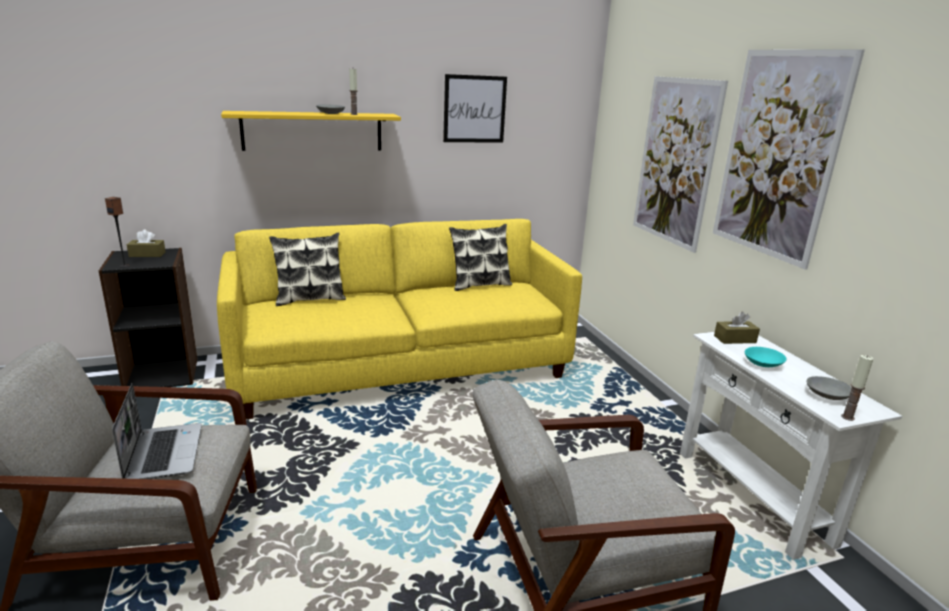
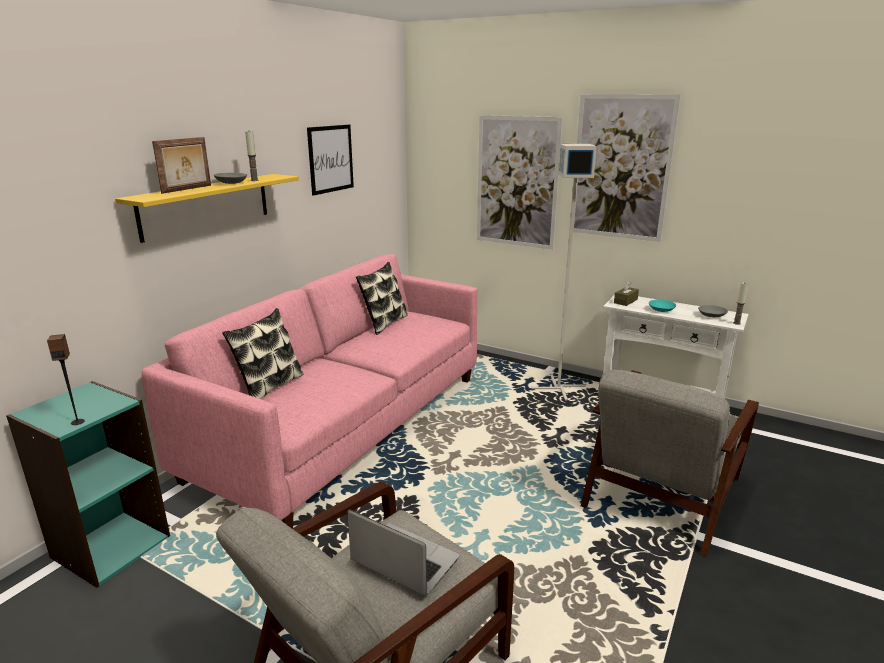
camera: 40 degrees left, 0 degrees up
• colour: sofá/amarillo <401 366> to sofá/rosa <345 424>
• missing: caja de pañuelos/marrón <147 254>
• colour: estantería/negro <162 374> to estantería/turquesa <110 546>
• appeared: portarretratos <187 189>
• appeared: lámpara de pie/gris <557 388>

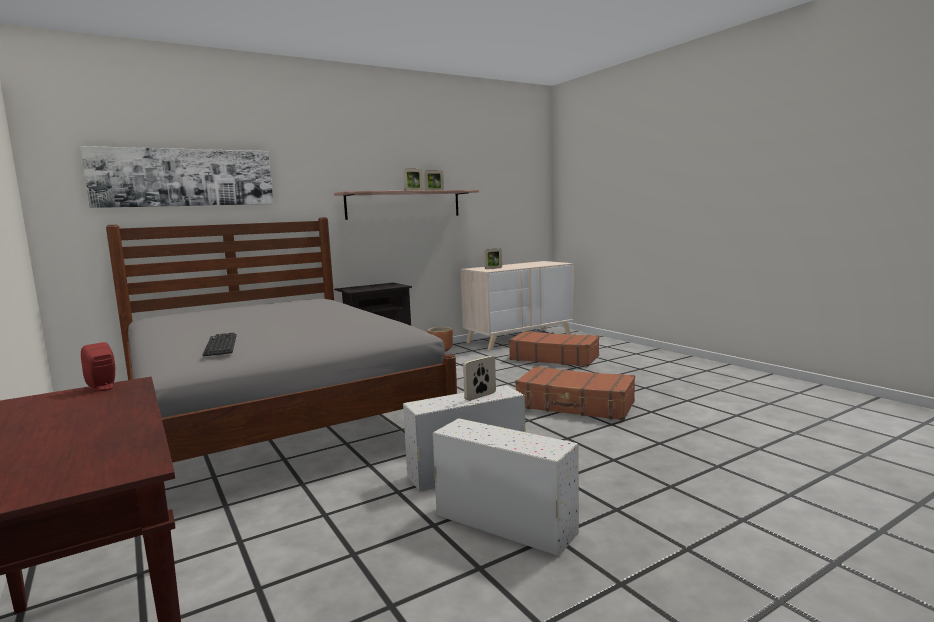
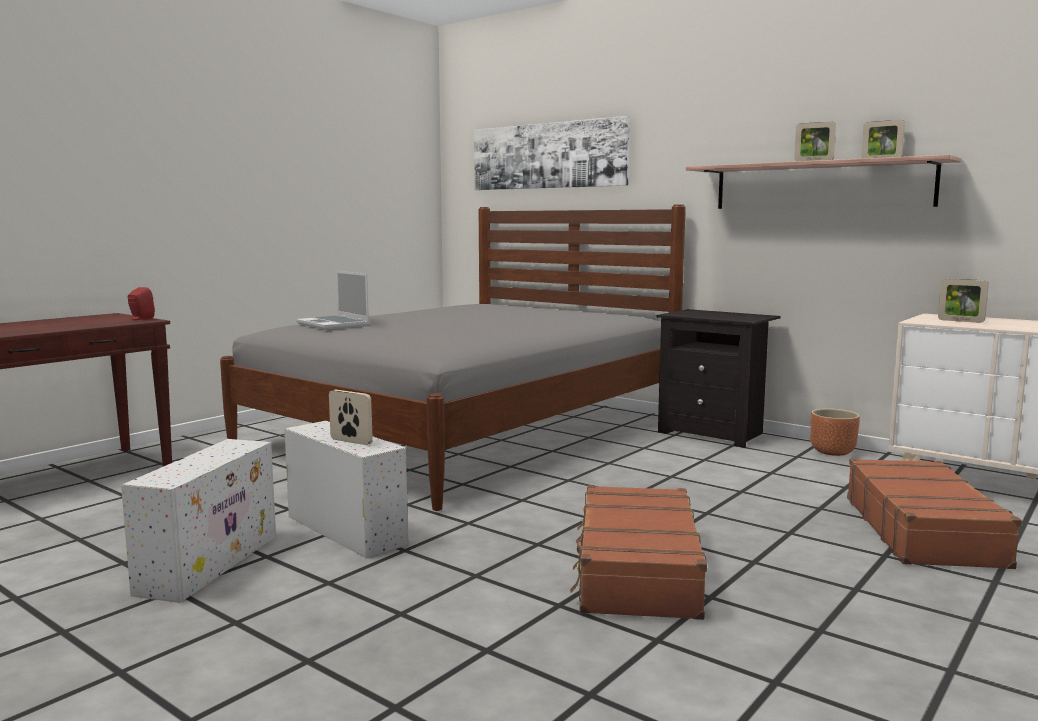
camera: 70 degrees right, 0 degrees up
• exchanged: teclado <221 345> to portátil <334 324>

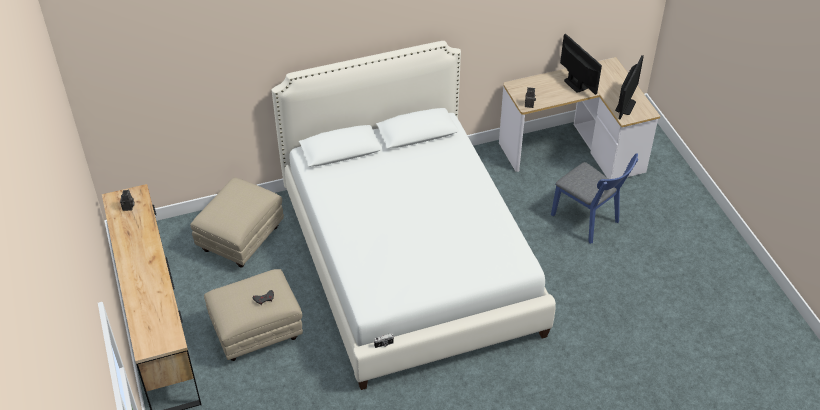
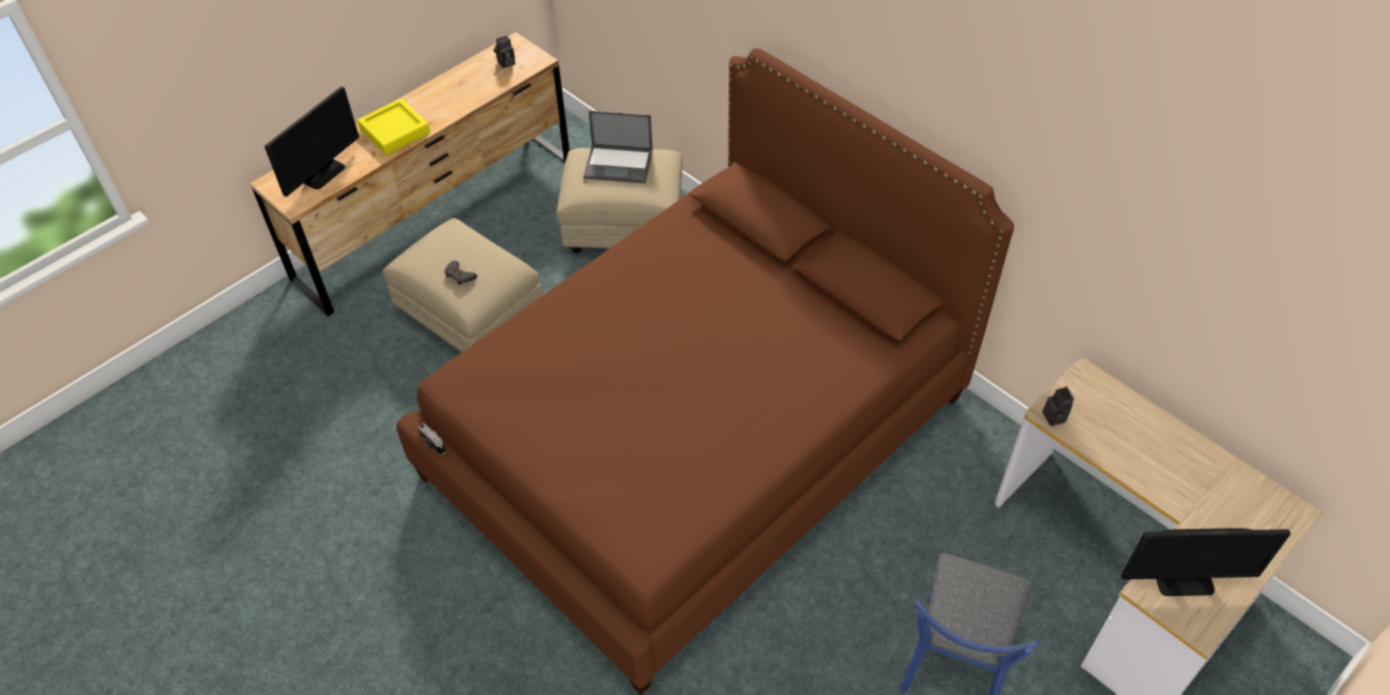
camera: 65 degrees right, 5 degrees up
• relocated: monitor <576 84> to <322 173>
• colour: cama/blanco <410 261> to cama/marrón <697 435>
• appeared: bandeja/amarillo <395 131>
• appeared: portátil <619 164>

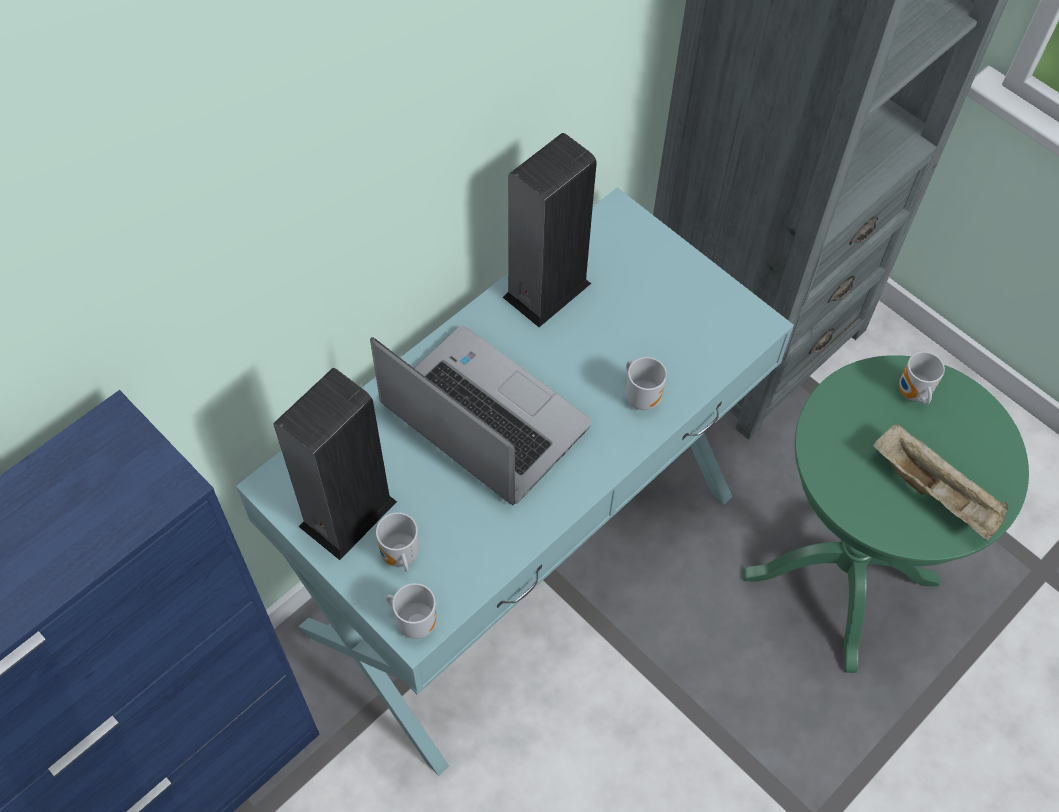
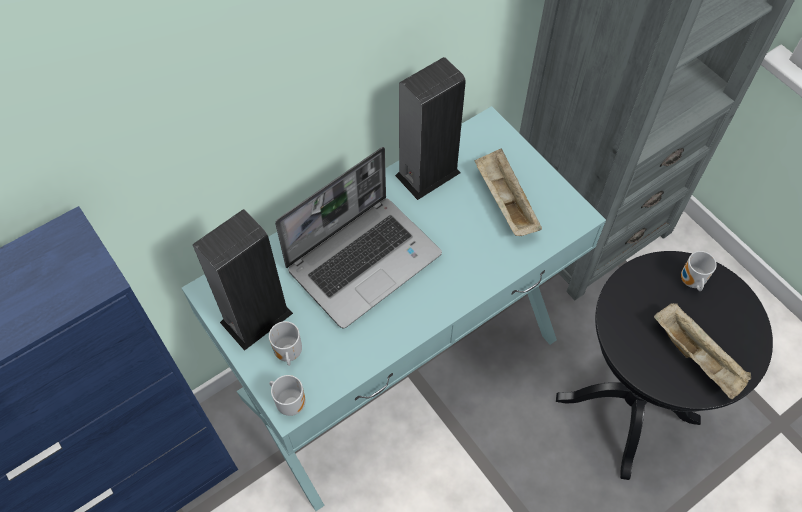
camera: 10 degrees right, 0 degrees up
• spun: portátil <481 417> = <364 259> 90 degrees clockwise
• colour: mesa auxiliar/verde <840 578> to mesa auxiliar/negro <627 409>
• missing: taza grande <642 396>
• appeared: bandeja/beis <504 202>

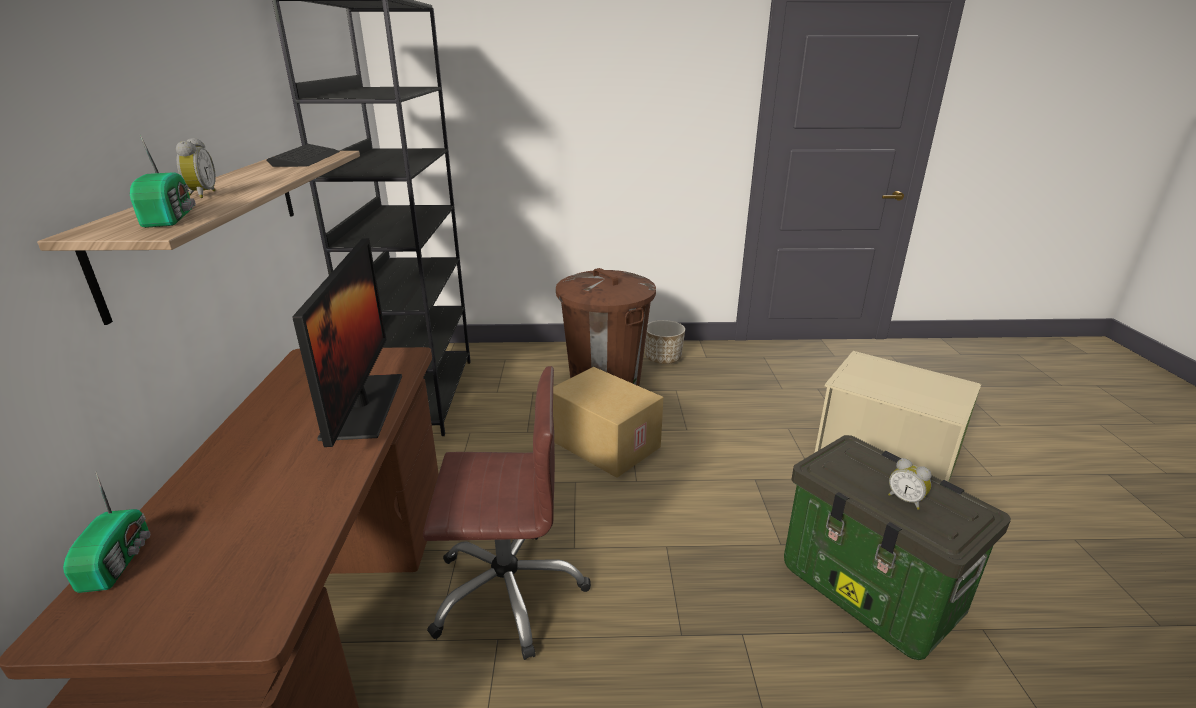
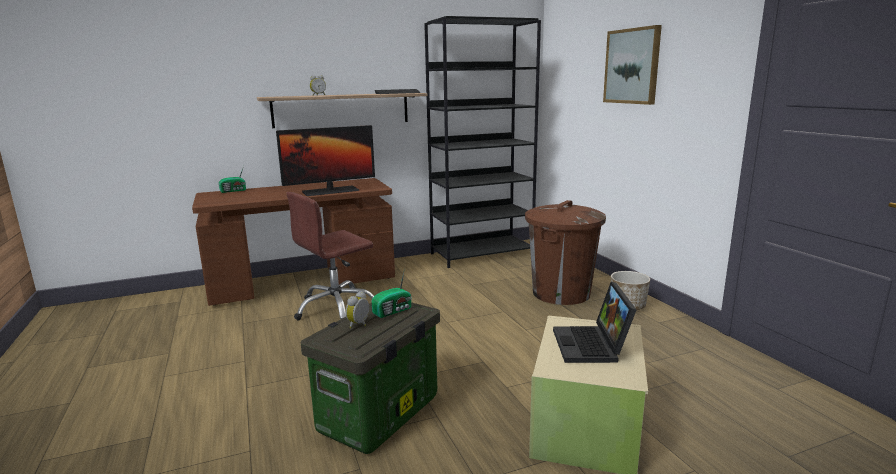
camera: 70 degrees right, 10 degrees down
• relocated: radio <171 217> to <393 311>
• spun: silla de oficina/marrón <508 591> = <336 308> 75 degrees clockwise
• missing: caja de cartón <602 443>
• appeared: cuadro <632 66>
• appeared: portátil <592 346>

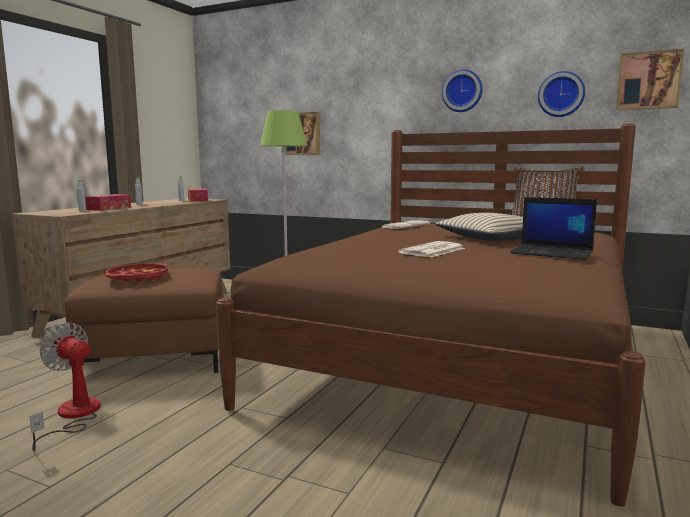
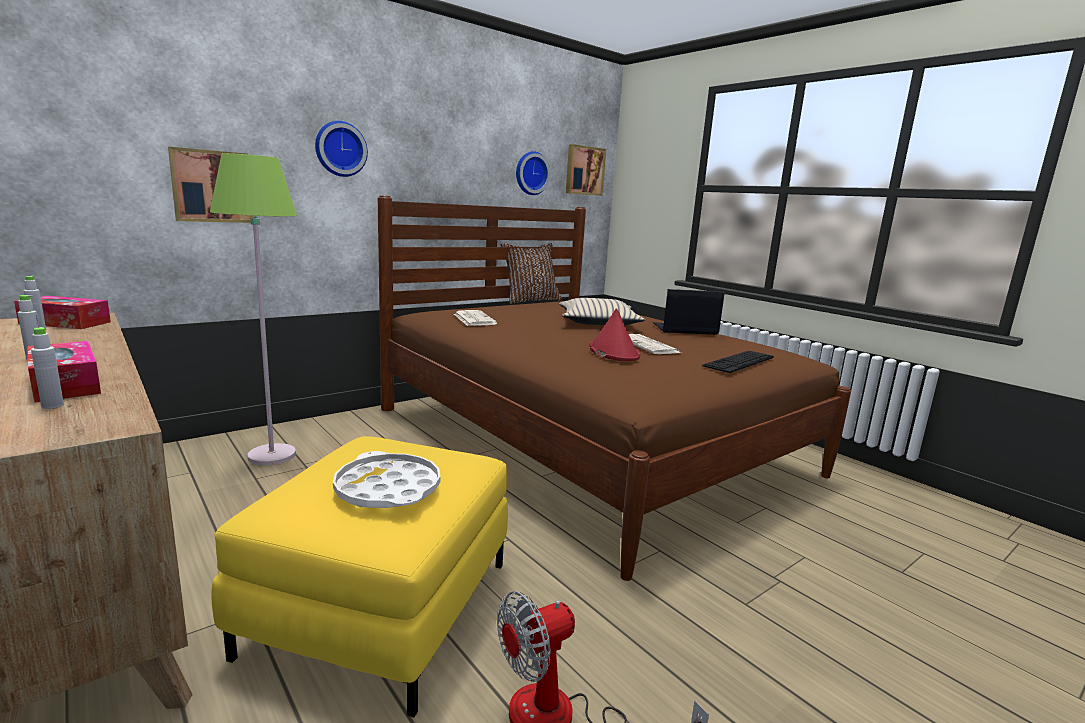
camera: 65 degrees left, 5 degrees up
• relocated: reloj de pared <462 91> to <340 149>
• spun: portátil <553 253> = <684 329> 150 degrees counterclockwise
• colour: bandeja/rojo <137 278> to bandeja/blanco <387 489>
• colour: puf/marrón <156 356> to puf/amarillo <382 606>
• appeared: sombrero/rojo <613 352>
• appeared: teclado <739 361>

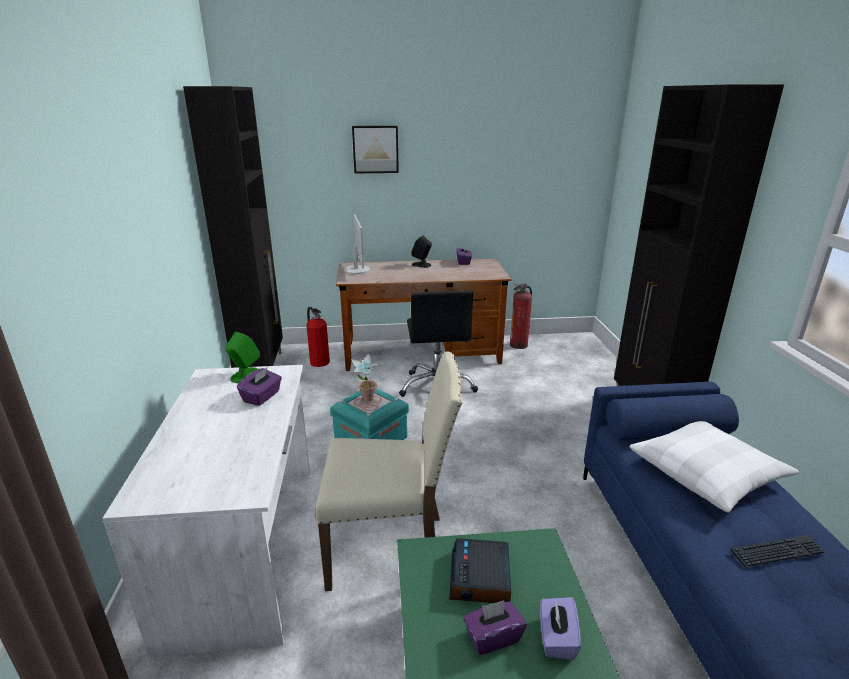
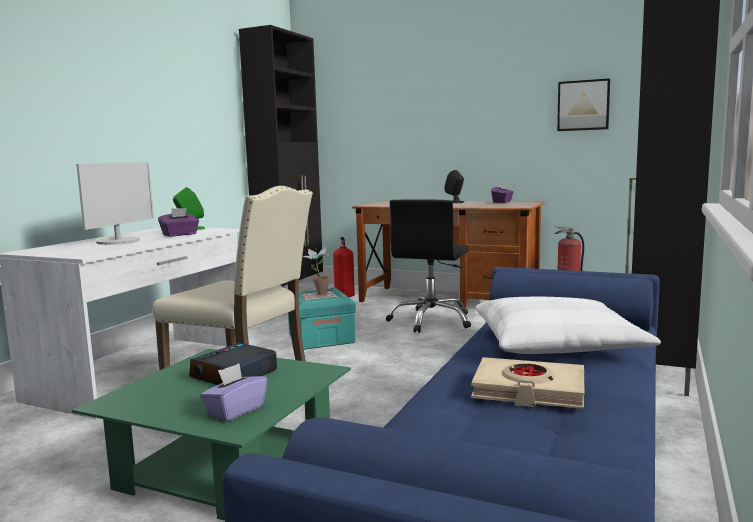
camera: 30 degrees right, 15 degrees down
• relocated: cuadro <375 149> to <583 105>
• relocated: monitor <357 270> to <119 241>
• exchanged: teclado <777 552> to libro/beis <528 390>
• missing: caja de pañuelos/morado <493 637>

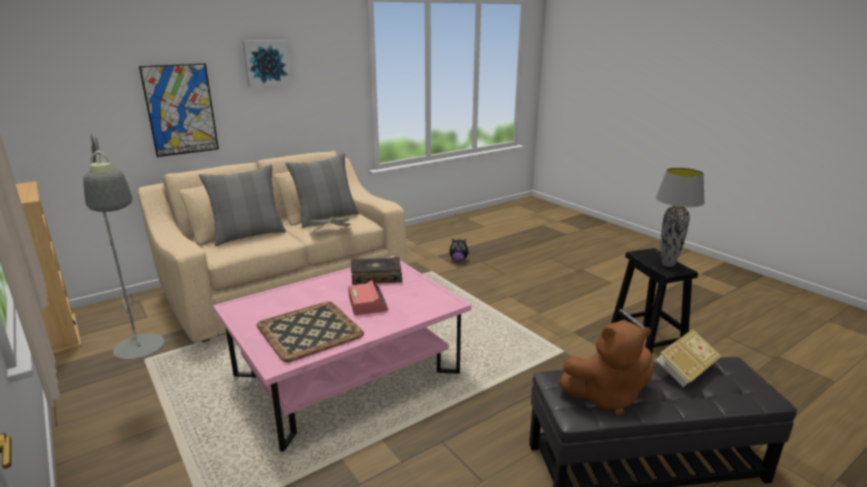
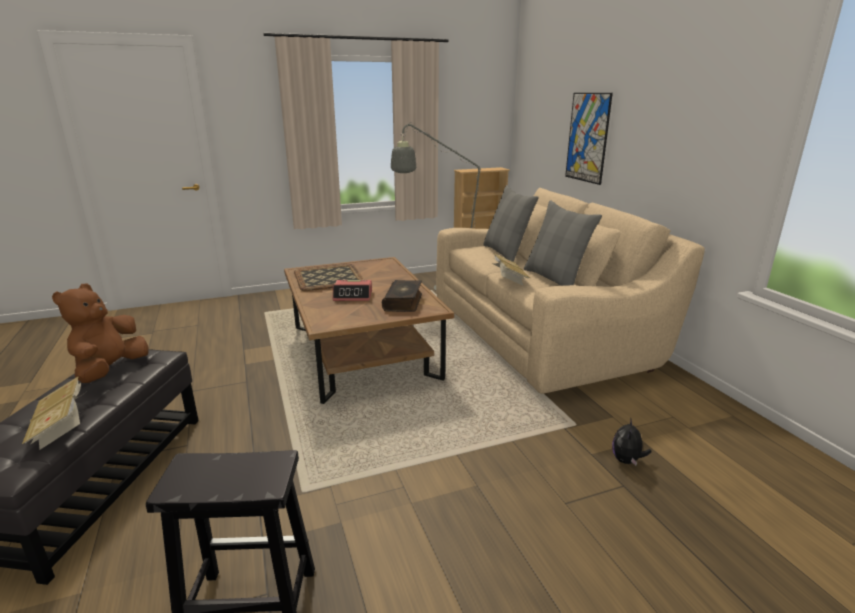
camera: 105 degrees right, 0 degrees up
• missing: cuadro <266 63>
• missing: lámpara de mesa/gris <668 265>
• colour: mesa de centro/rosa <347 374> to mesa de centro/marrón <363 352>

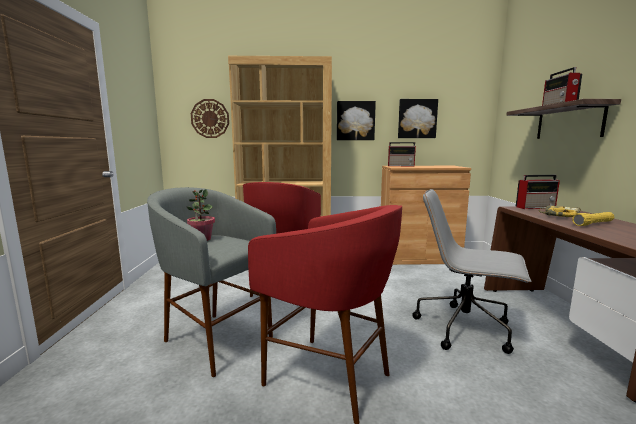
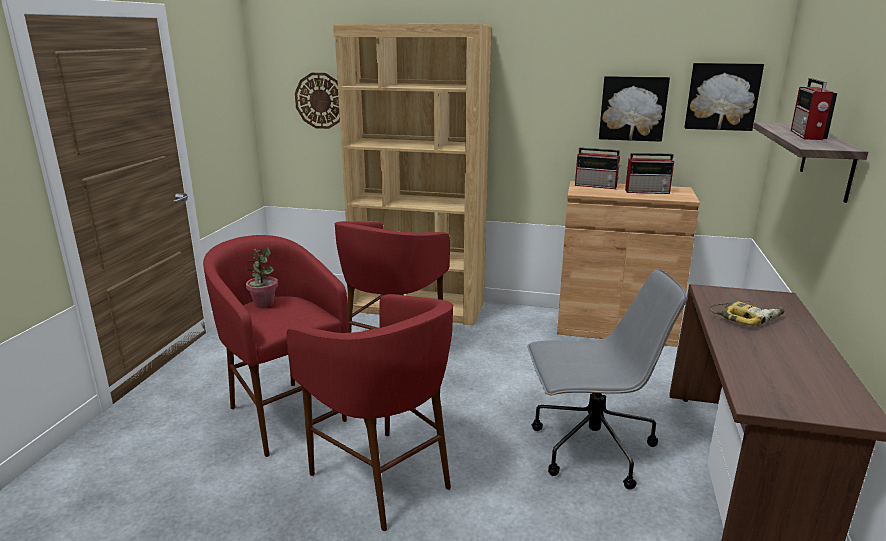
camera: 15 degrees right, 10 degrees up
• relocated: cuadro <355 121> to <722 96>
• relocated: radio <536 207> to <648 191>
• colour: taburete/gris <216 340> to taburete/rojo <284 415>
• spun: silla de oficina/gris <465 328> = <590 449> 135 degrees clockwise
• missing: linterna/amarillo <593 224>

